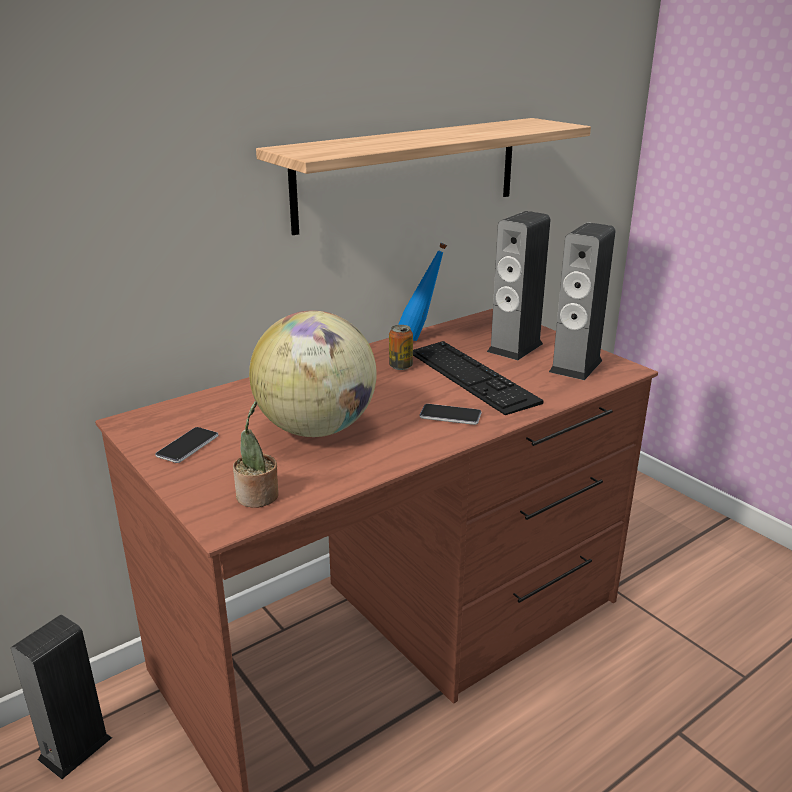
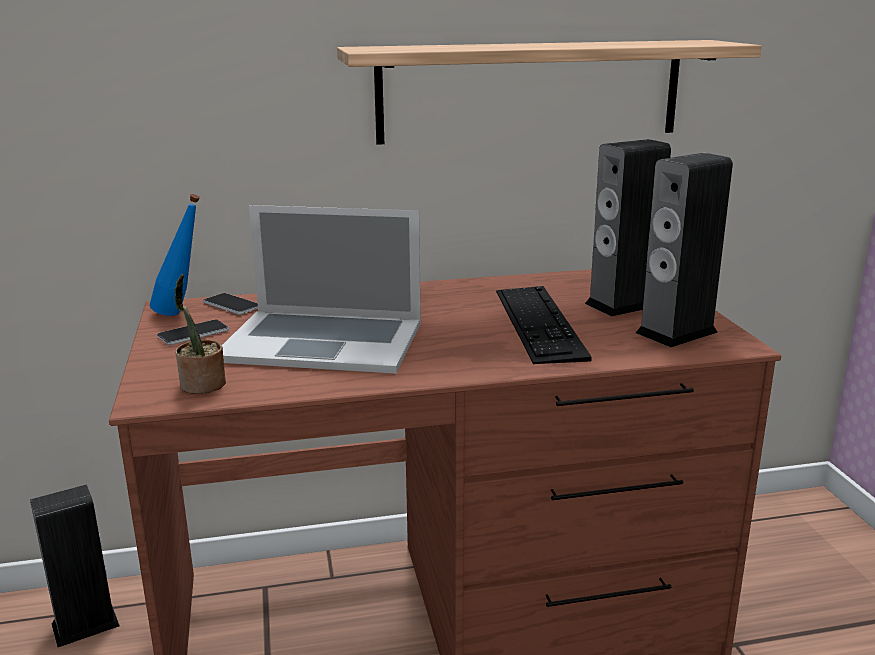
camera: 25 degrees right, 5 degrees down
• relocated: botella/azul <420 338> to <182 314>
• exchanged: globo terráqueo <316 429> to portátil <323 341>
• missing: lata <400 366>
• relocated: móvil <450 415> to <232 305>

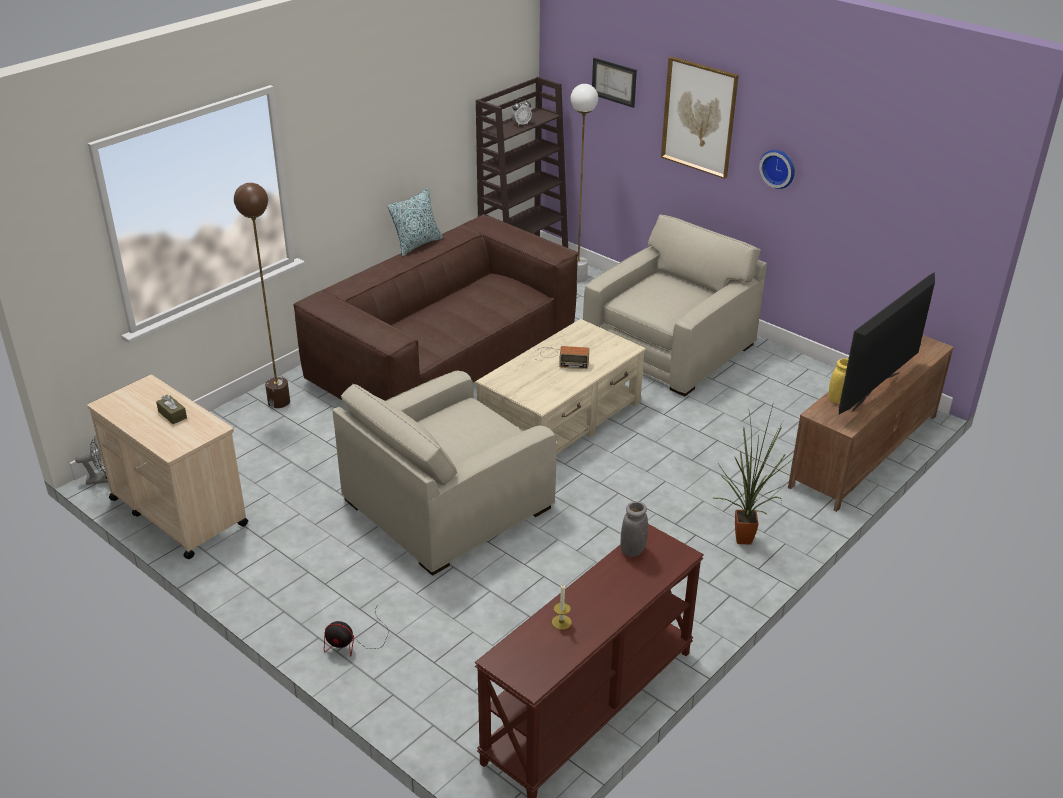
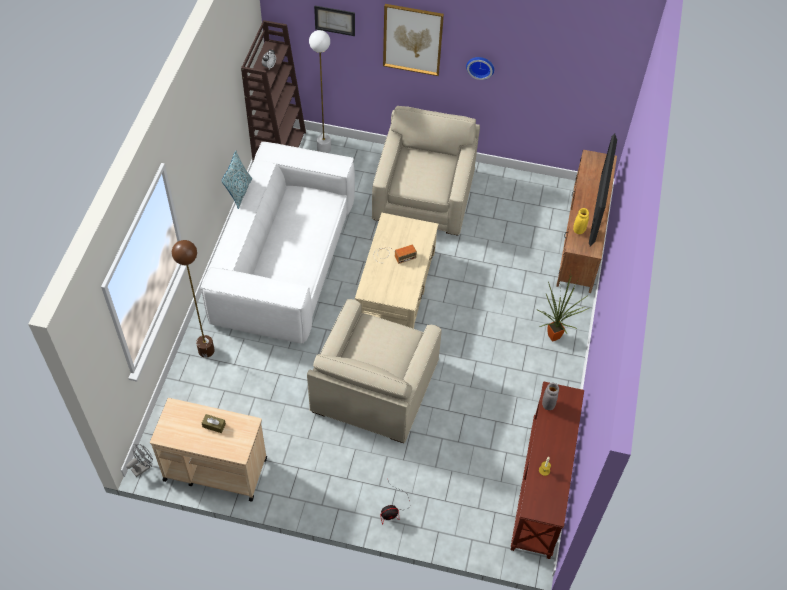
camera: 30 degrees left, 20 degrees up
• colour: sofá/marrón <444 354> to sofá/blanco <284 260>

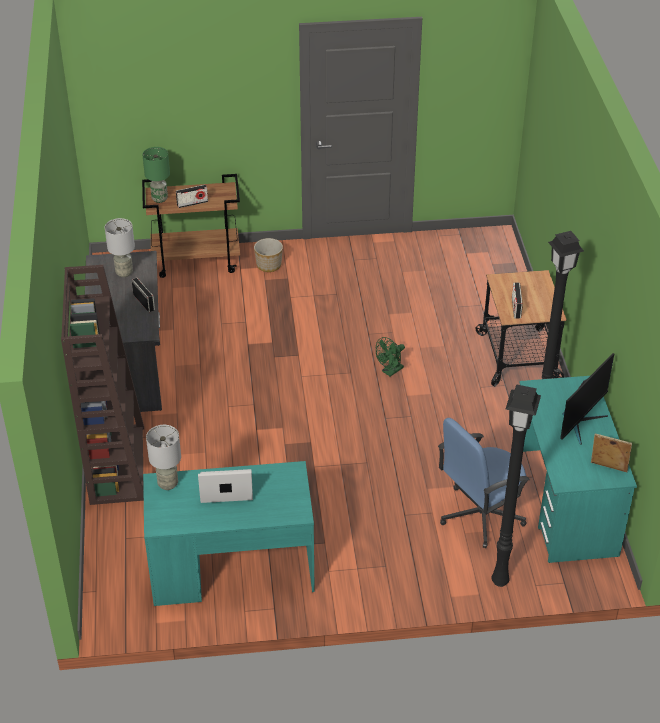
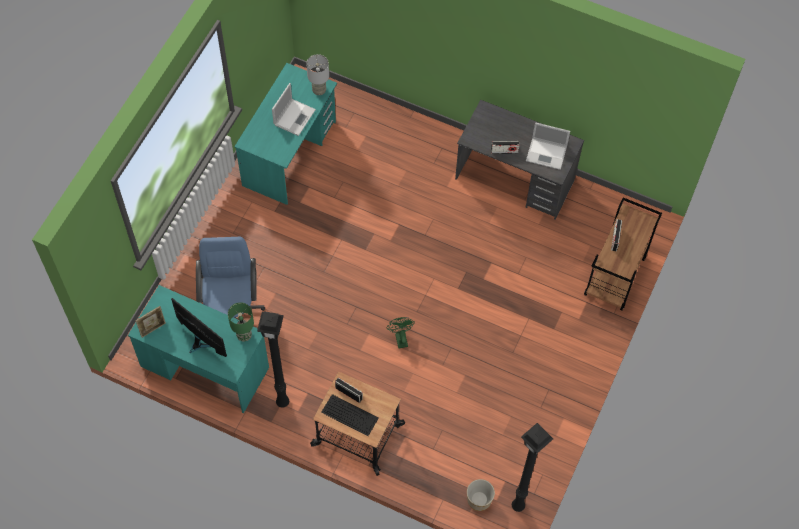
camera: 120 degrees right, 20 degrees up
• relocated: lámpara de mesa/verde <159 199> to <244 335>
• exchanged: lámpara de mesa/gris <124 272> to portátil <547 154>
• relocated: maceta <269 265> to <479 500>
• missing: estantería/marrón <116 464>
• spun: monitor <580 423> = <201 341> 150 degrees clockwise
• relocated: lámpara de pie/negro <498 581> to <518 505>
• appeared: teclado <349 415>

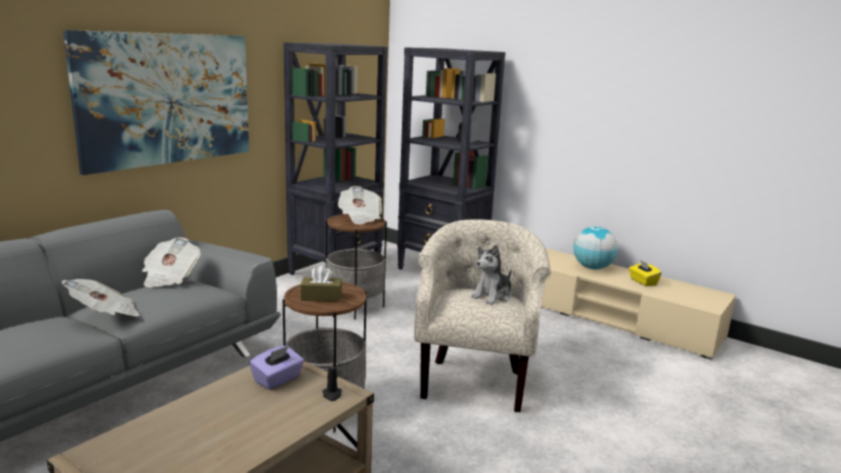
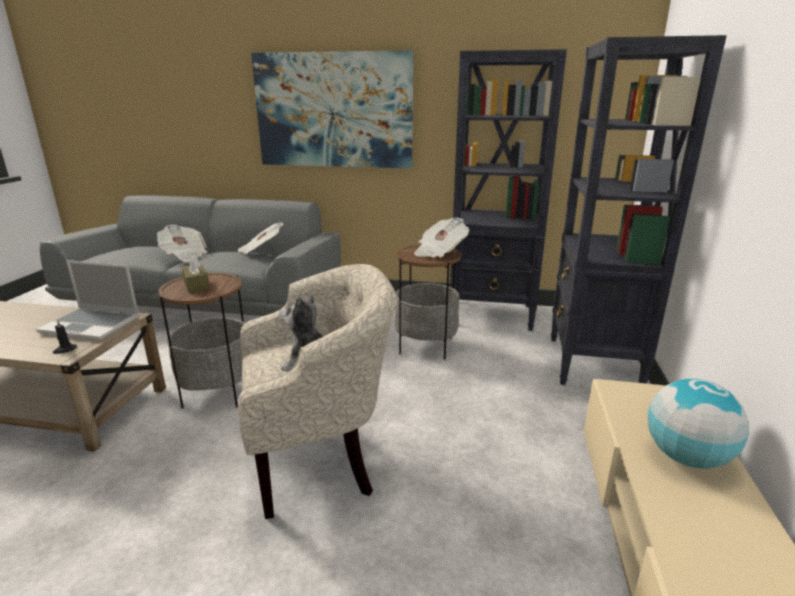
camera: 65 degrees right, 5 degrees up
• missing: caja de pañuelos/amarillo <642 282>
• exchanged: caja de pañuelos/morado <277 380> to portátil <92 325>

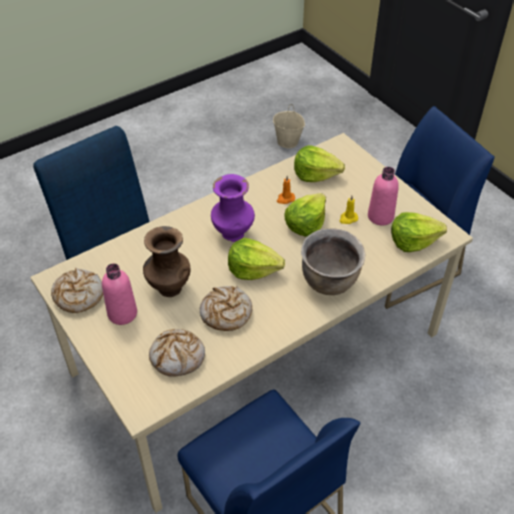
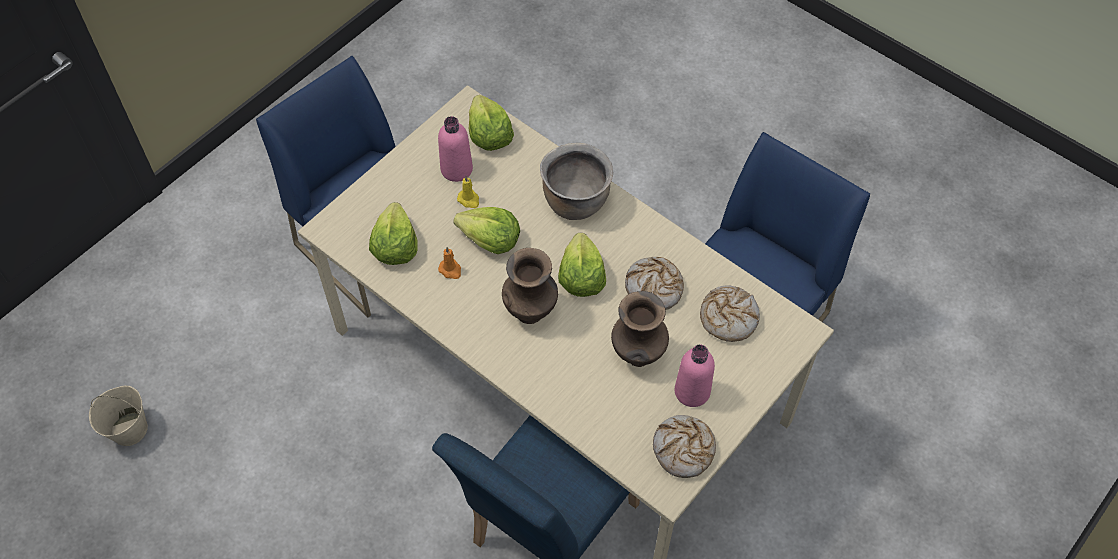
camera: 105 degrees left, 10 degrees up
• colour: florero/morado <233 235> to florero/marrón <531 311>

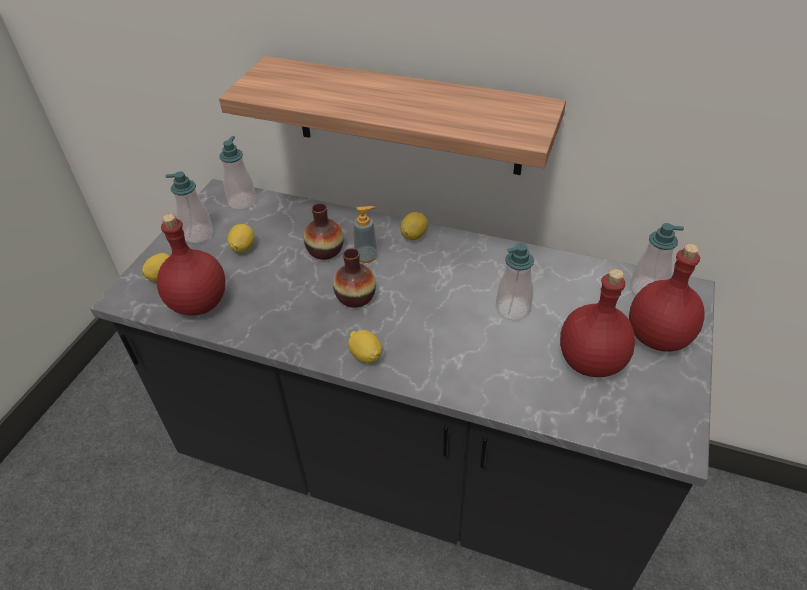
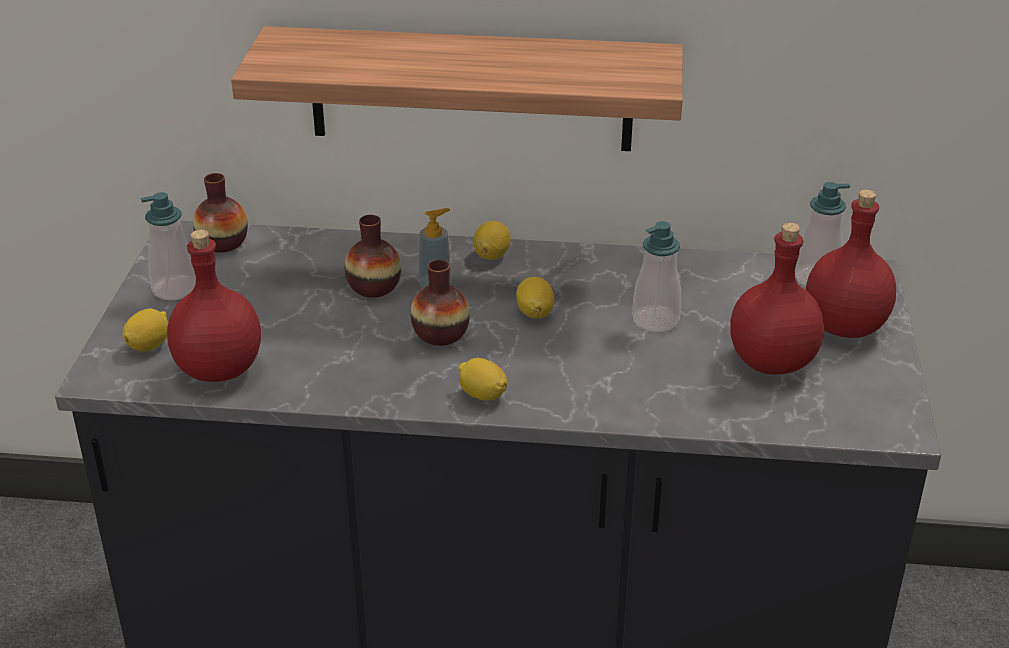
camera: 15 degrees left, 10 degrees down
• exchanged: dispensador de jabón <242 202> to florero <223 243>
• relocated: limón <243 247> to <535 313>

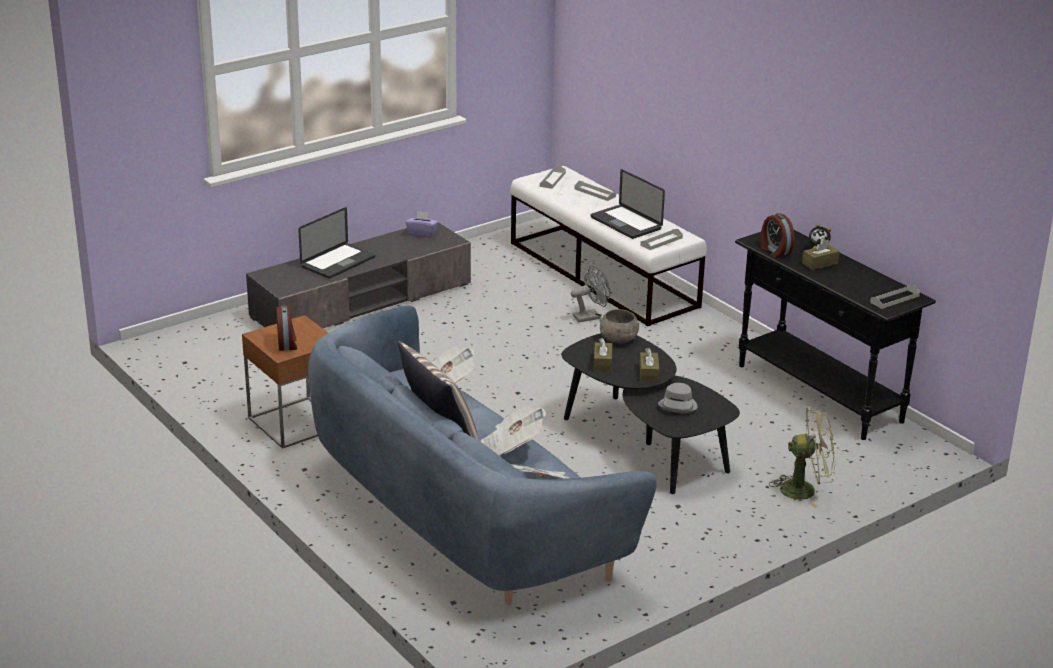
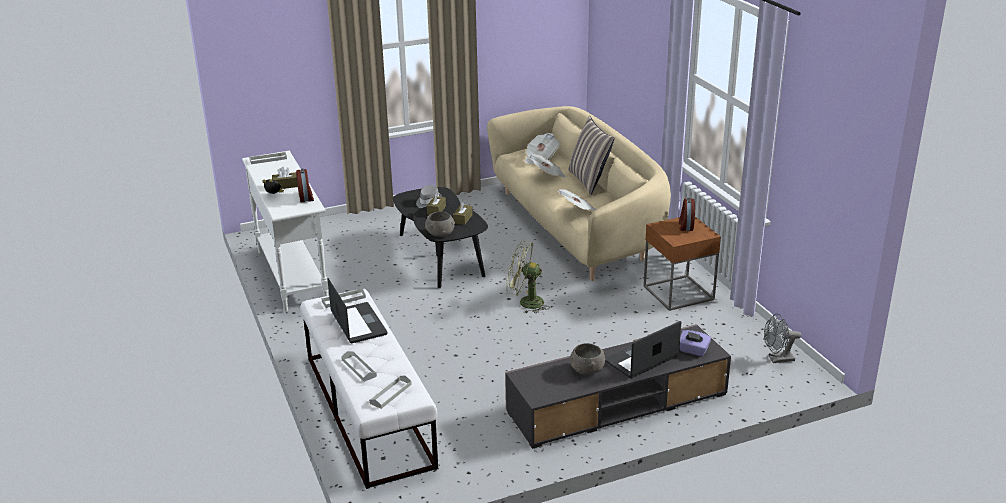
camera: 165 degrees left, 0 degrees up
• relocated: caja de pañuelos/morado <422 234> to <693 350>
• colour: mesa consola/negro <819 394> to mesa consola/blanco <292 275>
• relocated: ventilador/gris <591 317> to <777 359>
• colour: sofá/azul <461 516> to sofá/beis <576 227>
• relocated: ventilador/verde <805 490> to <525 302>
• appeared: cuenco/gris <586 370>

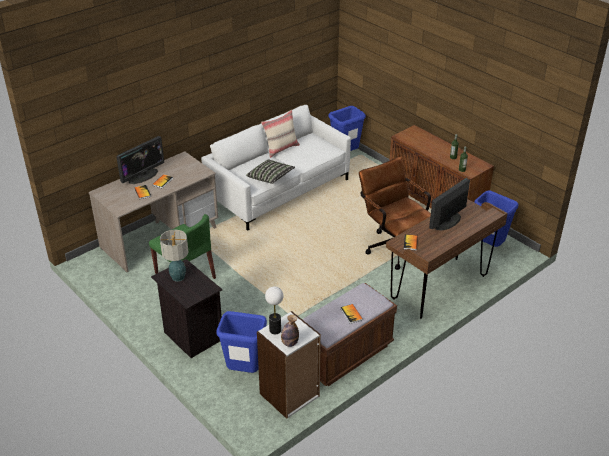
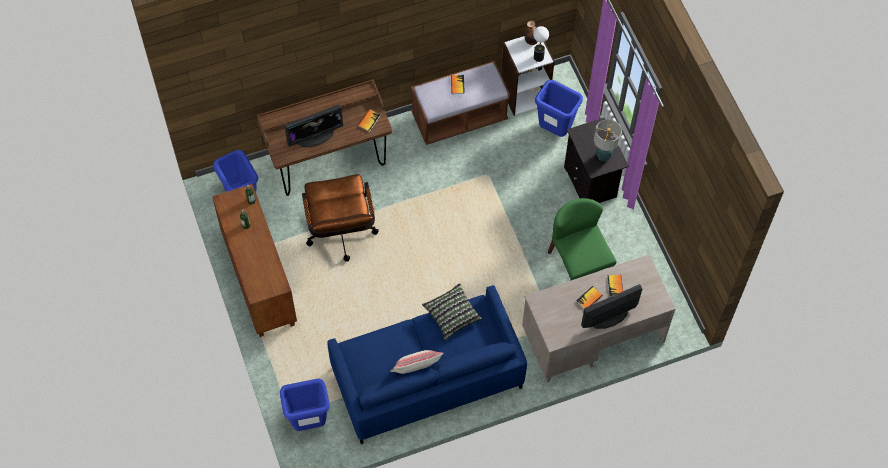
camera: 160 degrees left, 25 degrees up
• colour: sofá/blanco <278 190> to sofá/azul <426 377>

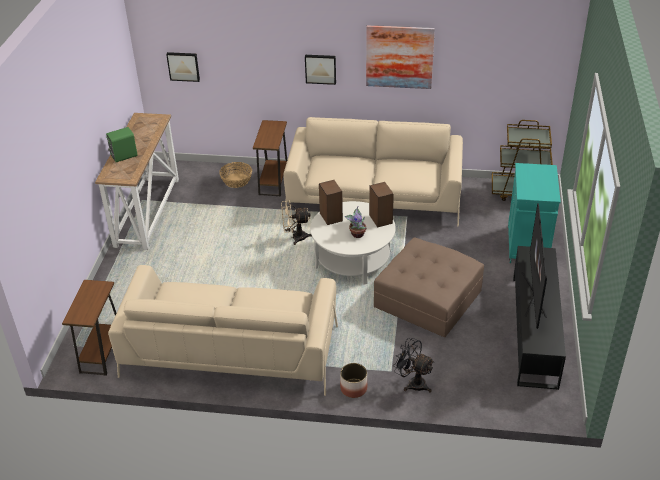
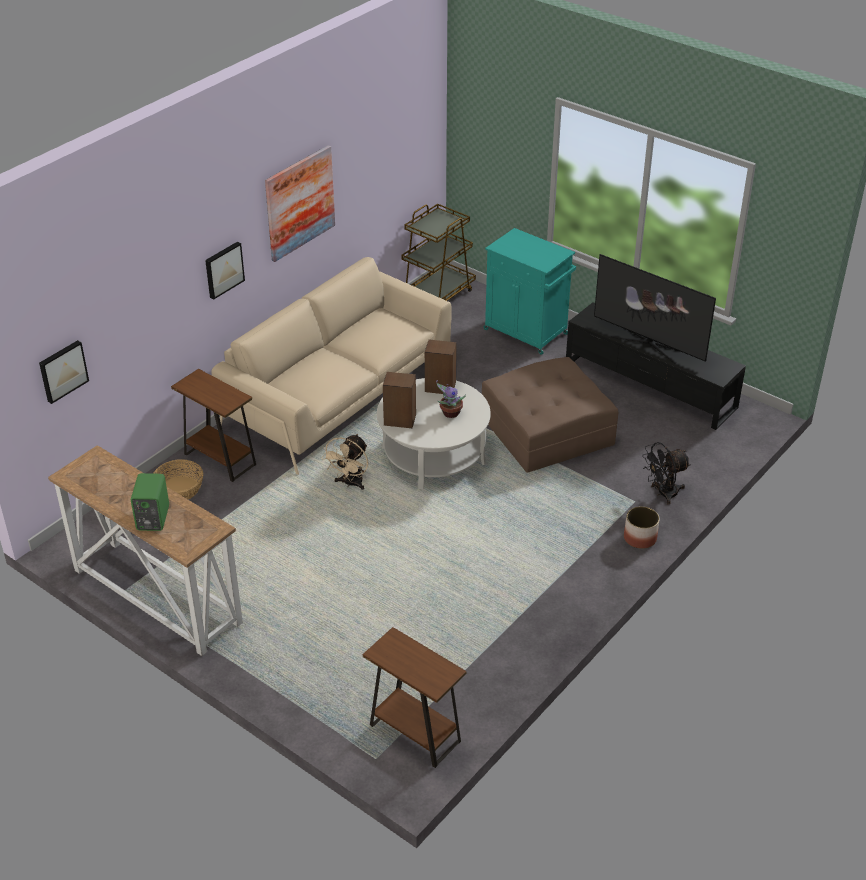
camera: 60 degrees left, 0 degrees up
• missing: sofá/beis <230 351>

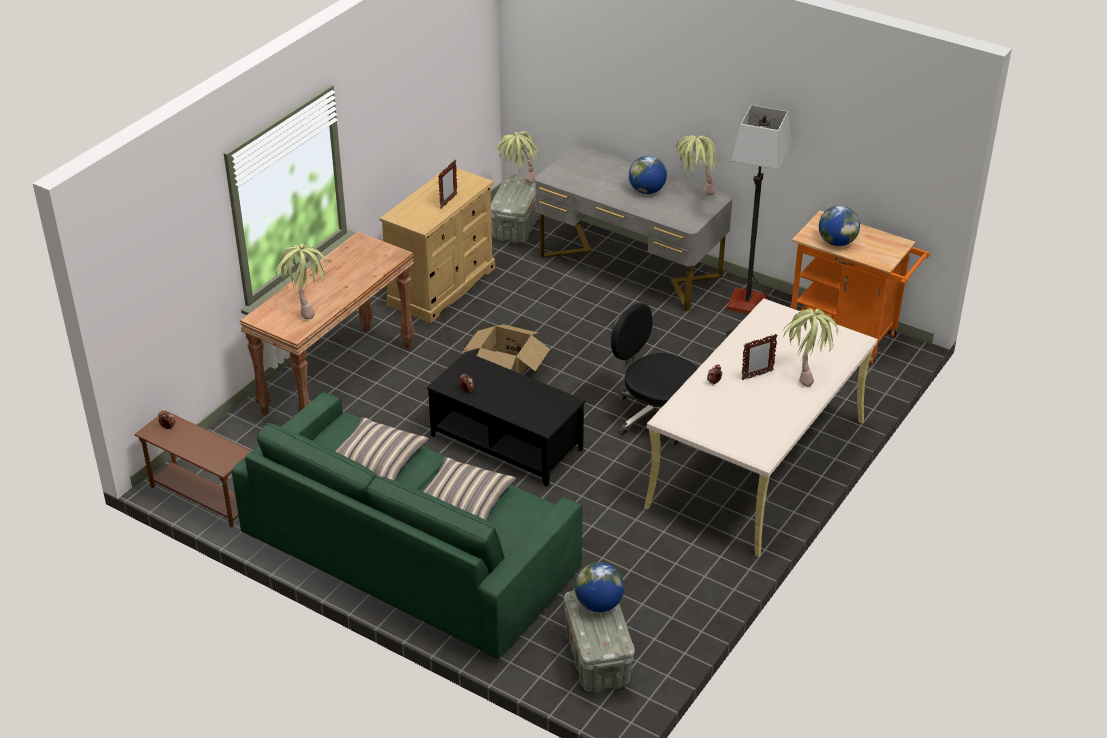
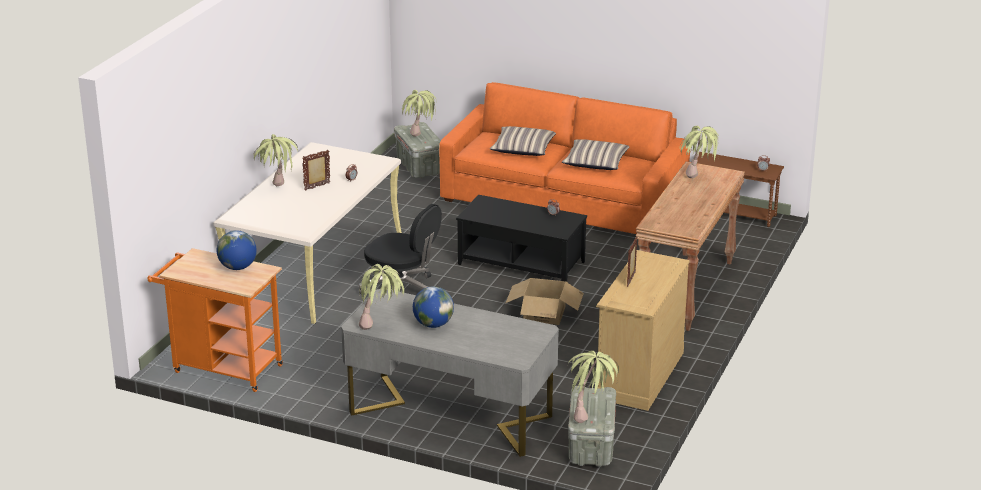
camera: 170 degrees right, 10 degrees down
• missing: lámpara de pie <748 311>
• colour: sofá/verde <410 553> to sofá/naranja <563 200>
• exchanged: globo terráqueo <599 604> to planta en maceta <419 140>

